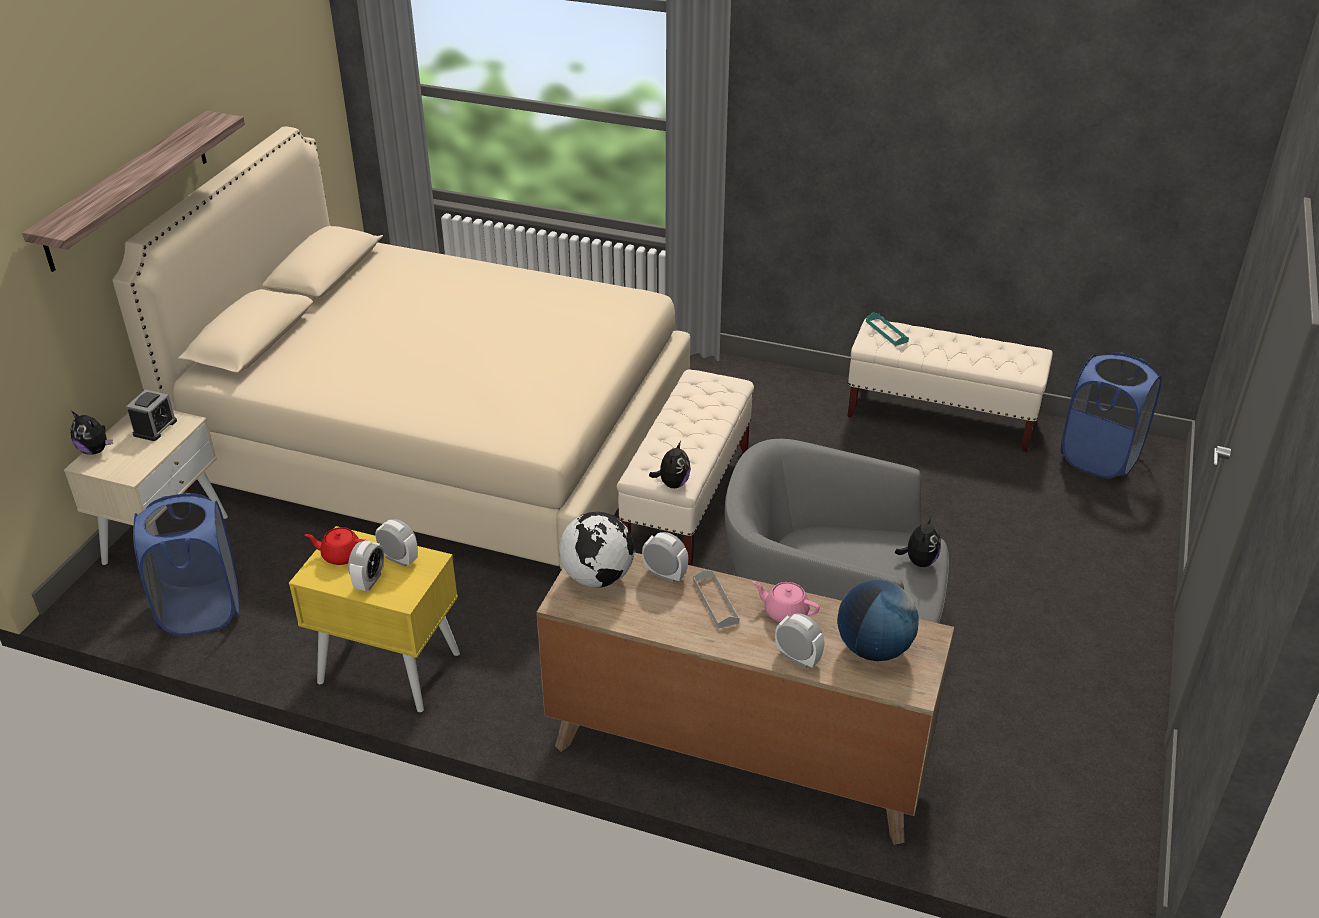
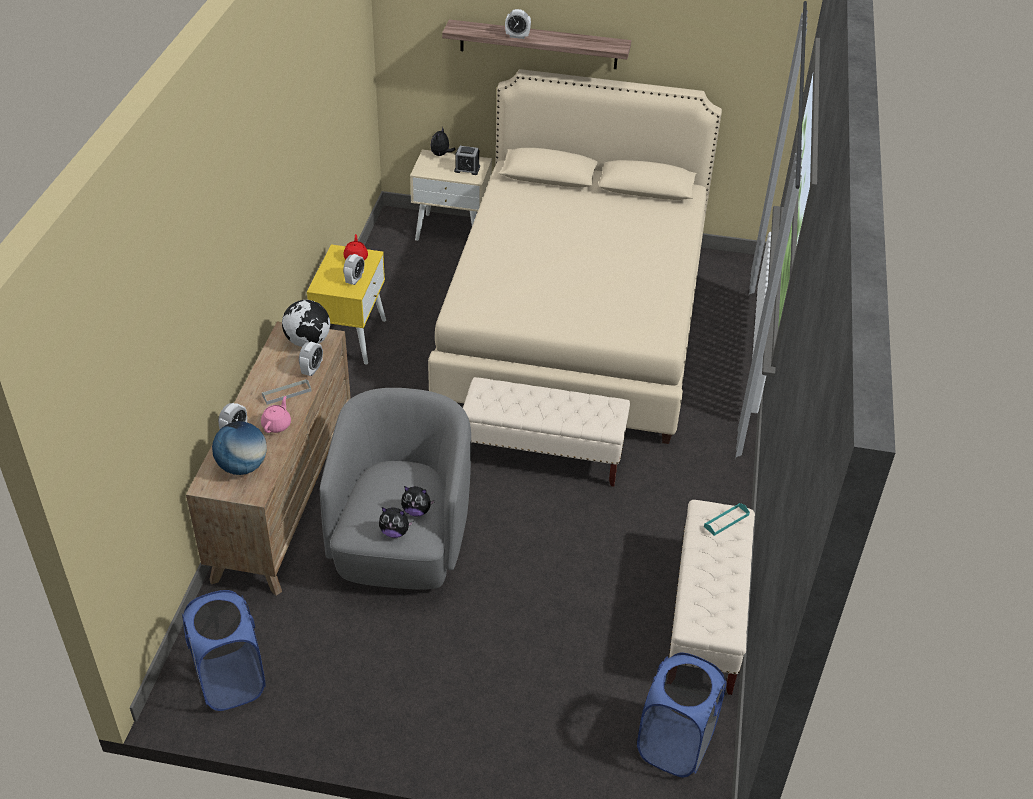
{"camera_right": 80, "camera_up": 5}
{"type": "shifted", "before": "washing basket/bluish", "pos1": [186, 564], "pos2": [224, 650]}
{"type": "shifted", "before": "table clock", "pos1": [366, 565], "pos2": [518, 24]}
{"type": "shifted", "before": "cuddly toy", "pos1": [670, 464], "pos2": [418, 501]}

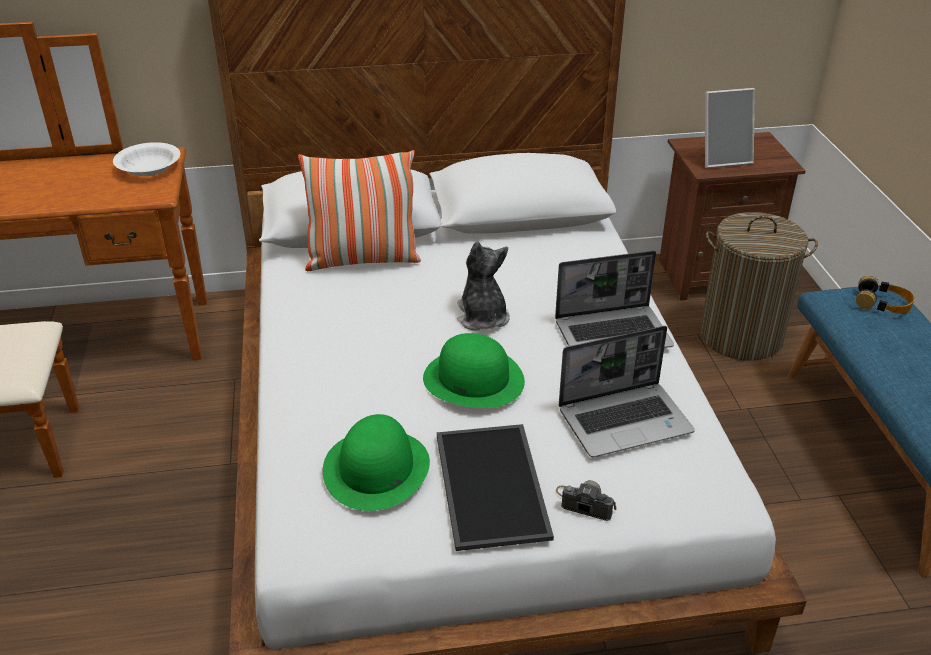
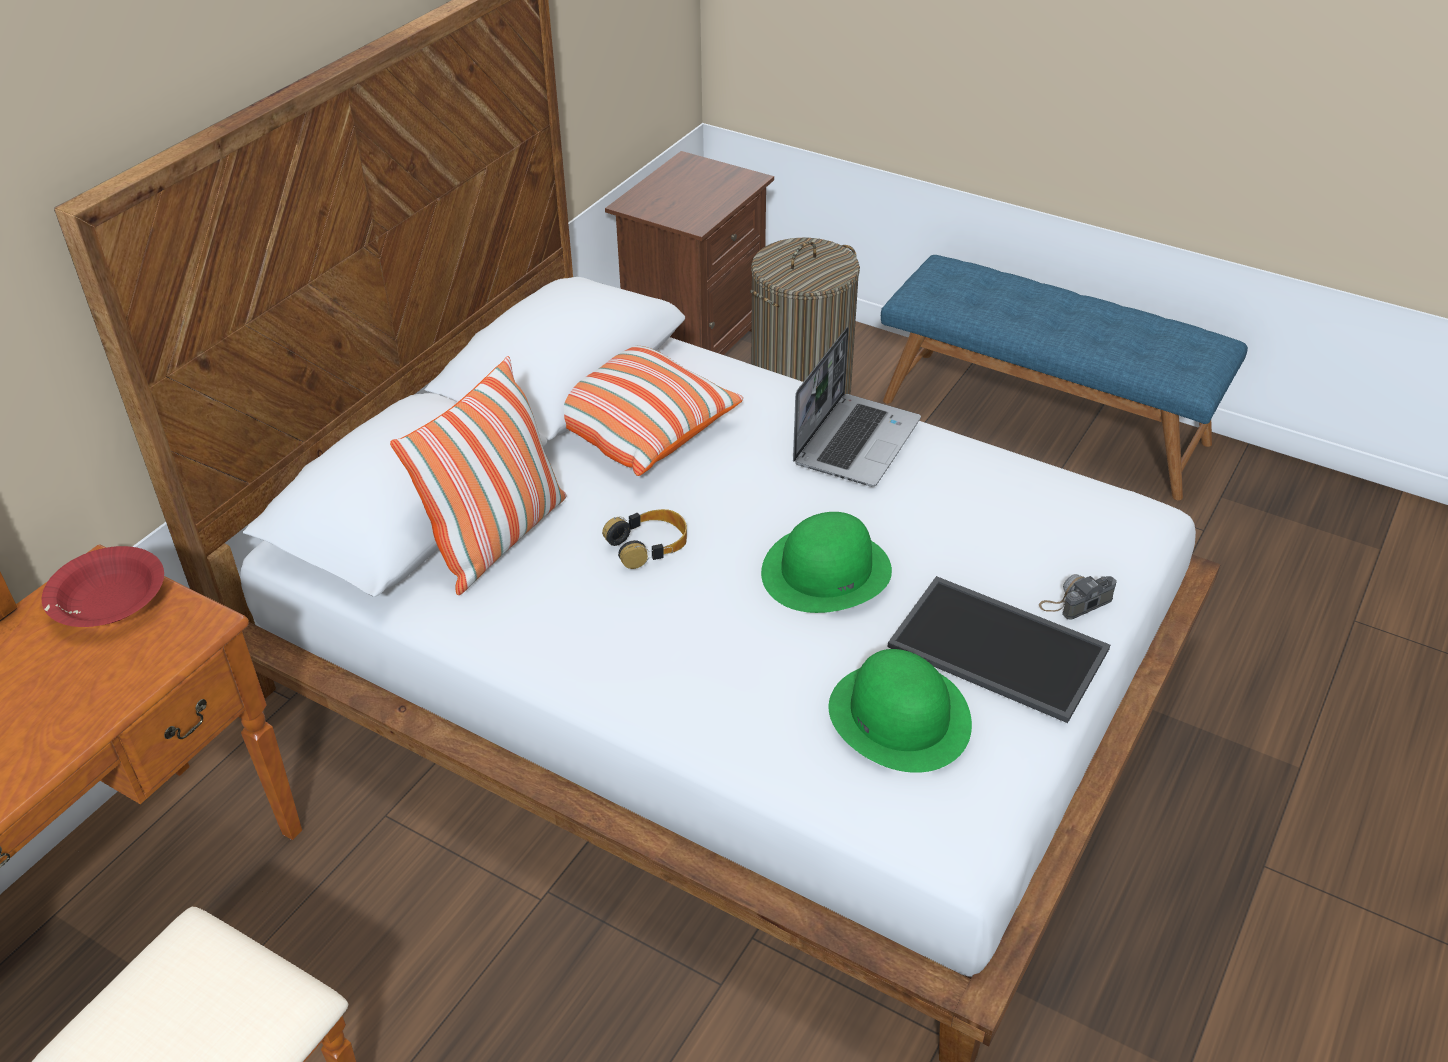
{"camera_right": -50, "camera_up": 5}
{"type": "repainted", "before": "bowl/white", "after": "bowl/red-coloured", "pos1": [146, 159], "pos2": [103, 586]}
{"type": "gone", "before": "cuddly toy", "pos1": [483, 286]}
{"type": "gone", "before": "laptop", "pos1": [627, 391]}
{"type": "gone", "before": "picture frame", "pos1": [729, 128]}
{"type": "shifted", "before": "pair of headphones", "pos1": [885, 295], "pos2": [644, 539]}
{"type": "new", "after": "cushion", "pos2": [653, 411]}

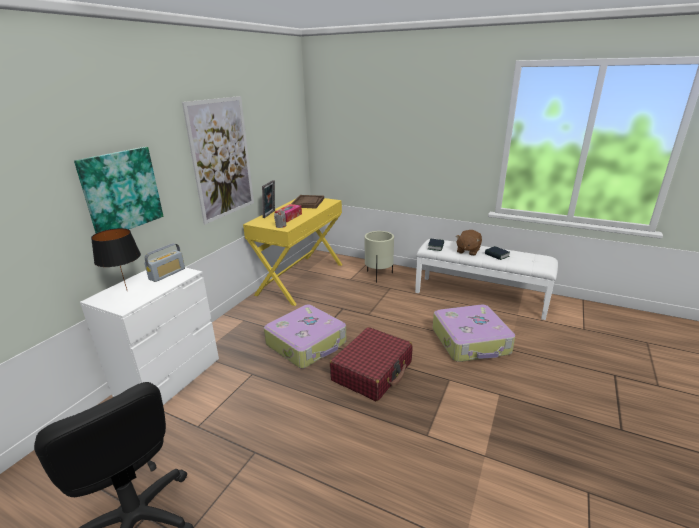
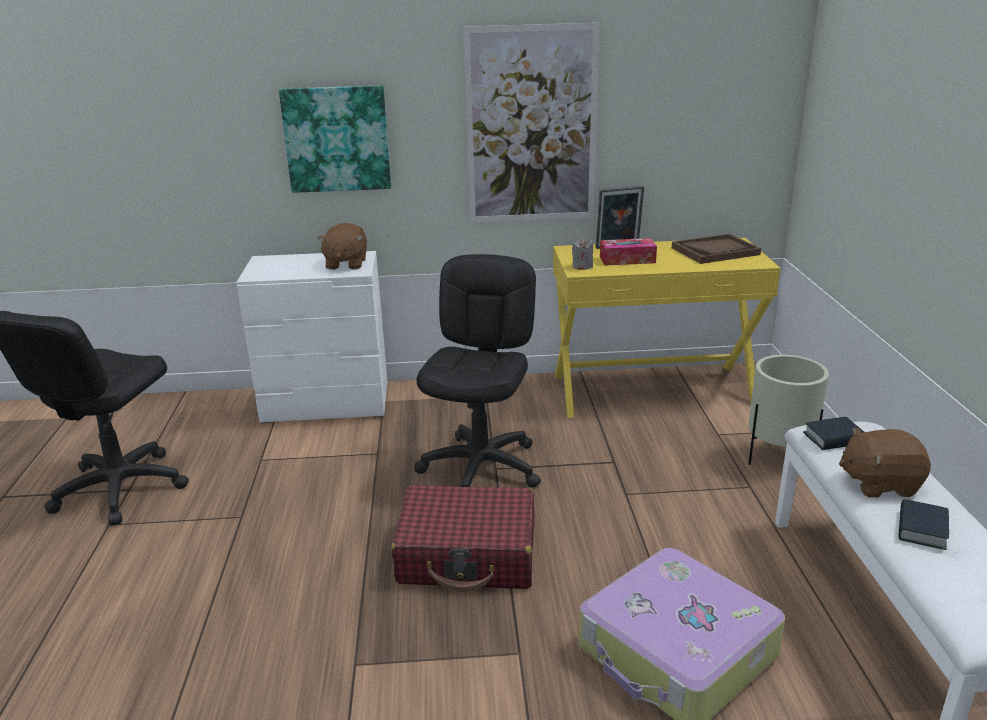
{"camera_right": 60, "camera_up": 0}
{"type": "gone", "before": "table lamp/black-coloured", "pos1": [116, 259]}
{"type": "swapped", "before": "radio receiver", "after": "cuddly toy/brown", "pos1": [164, 262], "pos2": [342, 246]}
{"type": "swapped", "before": "travel case", "after": "computer chair/black-coloured", "pos1": [305, 336], "pos2": [477, 371]}

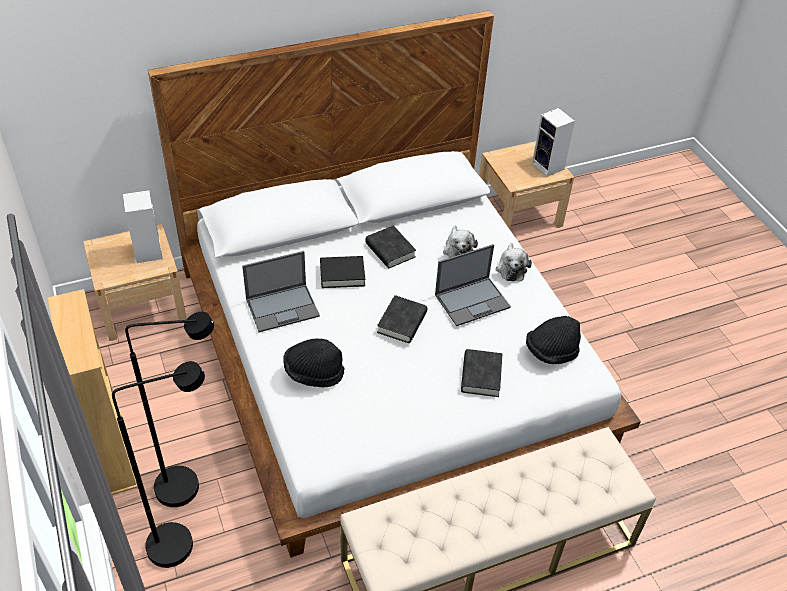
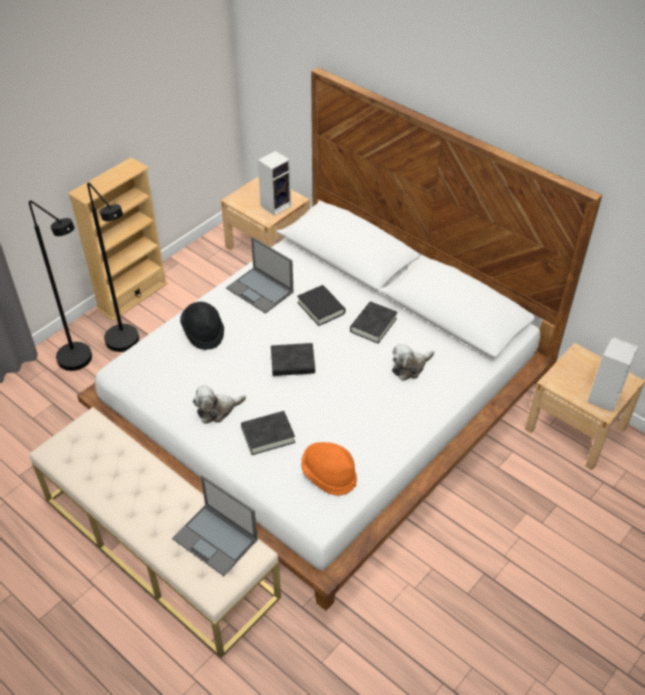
{"camera_right": 65, "camera_up": 0}
{"type": "shifted", "before": "laptop", "pos1": [473, 285], "pos2": [215, 525]}
{"type": "shifted", "before": "cuddly toy", "pos1": [514, 262], "pos2": [219, 404]}
{"type": "repainted", "before": "wearable hat/black-coloured", "after": "wearable hat/orange-coloured", "pos1": [553, 340], "pos2": [329, 469]}

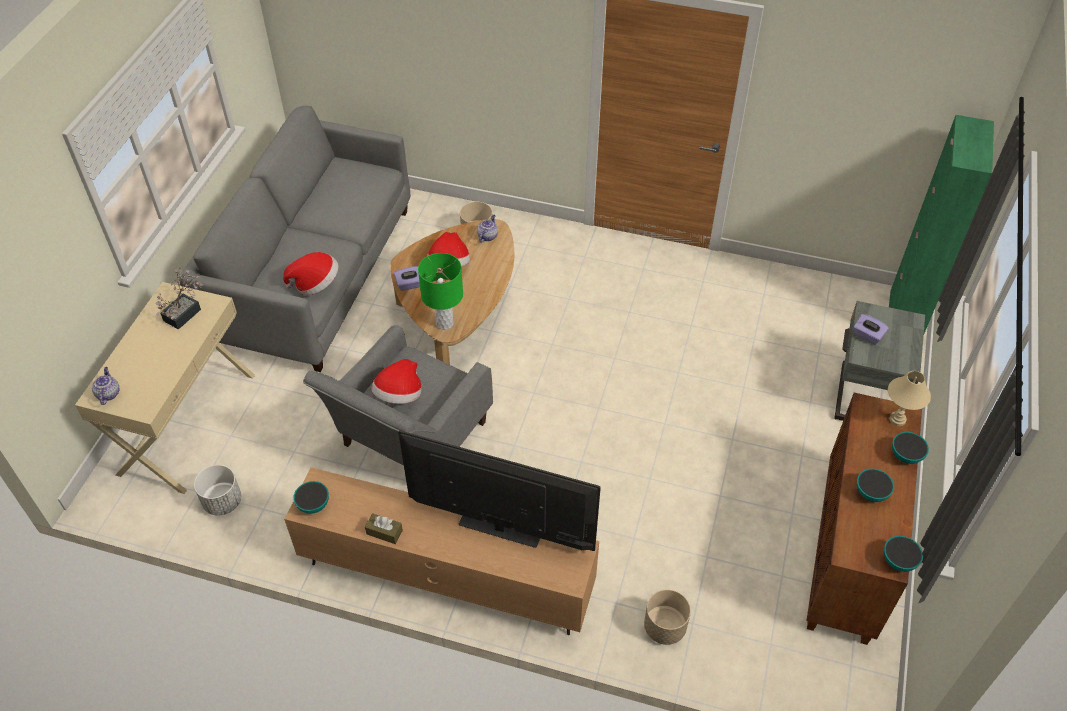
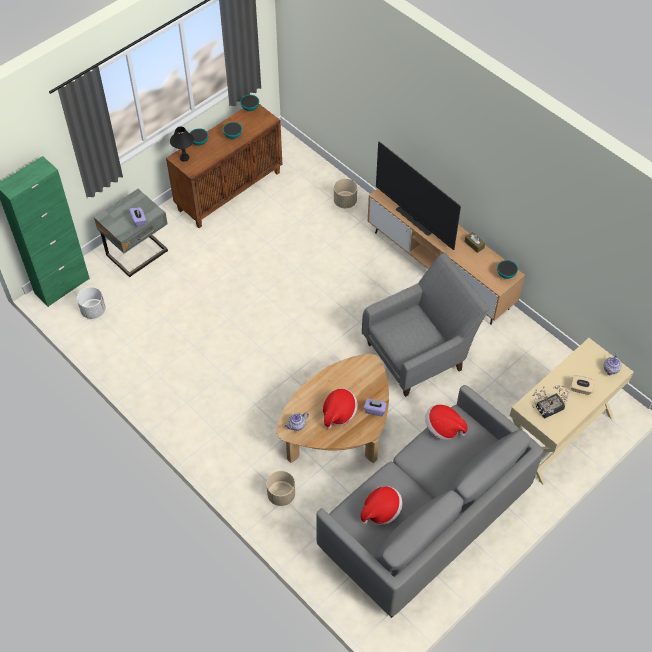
{"camera_right": -150, "camera_up": 5}
{"type": "shifted", "before": "flower pot/white", "pos1": [217, 490], "pos2": [91, 303]}
{"type": "shifted", "before": "wearable hat", "pos1": [397, 381], "pos2": [381, 505]}
{"type": "gone", "before": "table lamp/green-coloured", "pos1": [440, 291]}
{"type": "repainted", "before": "table lamp/beige-coloured", "after": "table lamp/black-coloured", "pos1": [909, 398], "pos2": [182, 144]}
{"type": "new", "after": "box of tissues/beige-coloured", "pos2": [583, 385]}

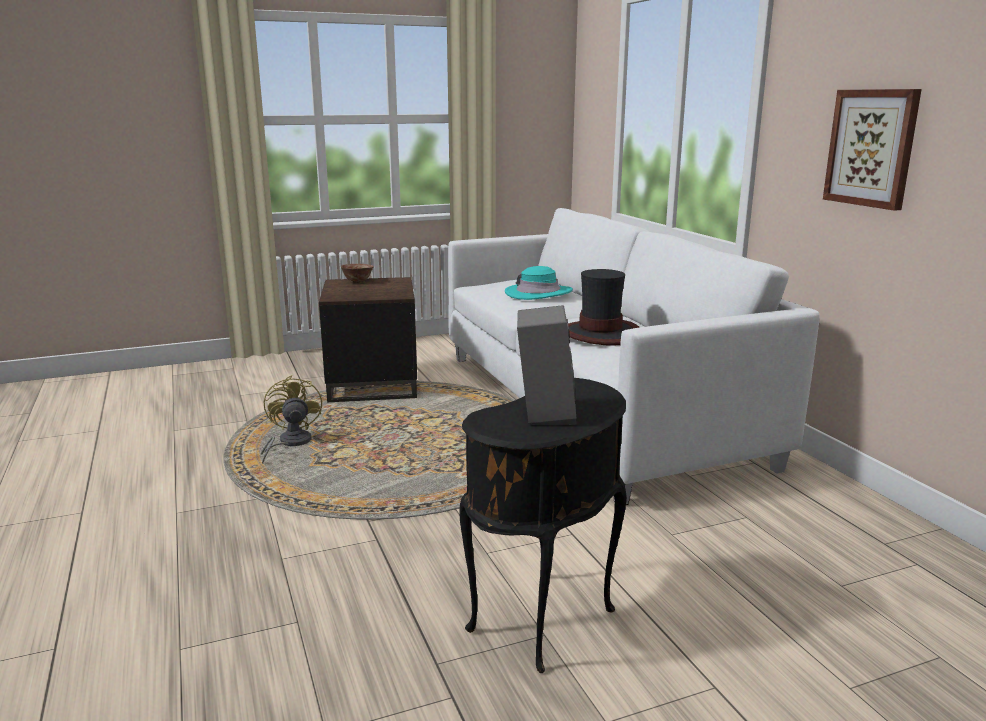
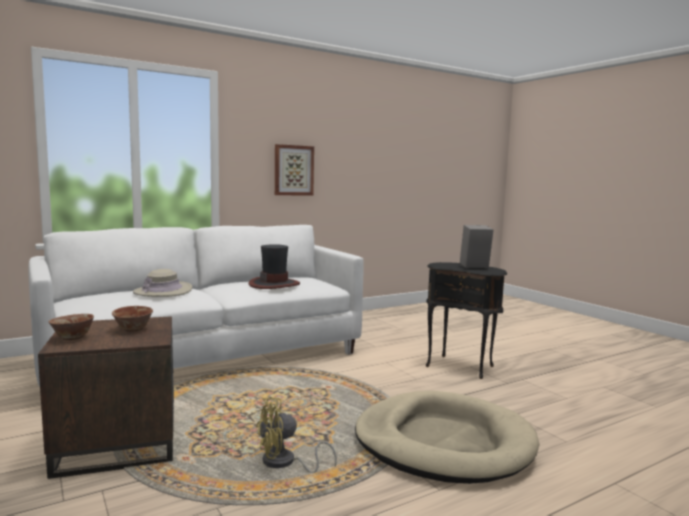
{"camera_right": -100, "camera_up": -10}
{"type": "repainted", "before": "wearable hat/turquoise-coloured", "after": "wearable hat/beige-coloured", "pos1": [539, 283], "pos2": [162, 283]}
{"type": "new", "after": "bowl", "pos2": [132, 319]}
{"type": "new", "after": "dog cushion/beige-coloured", "pos2": [447, 437]}

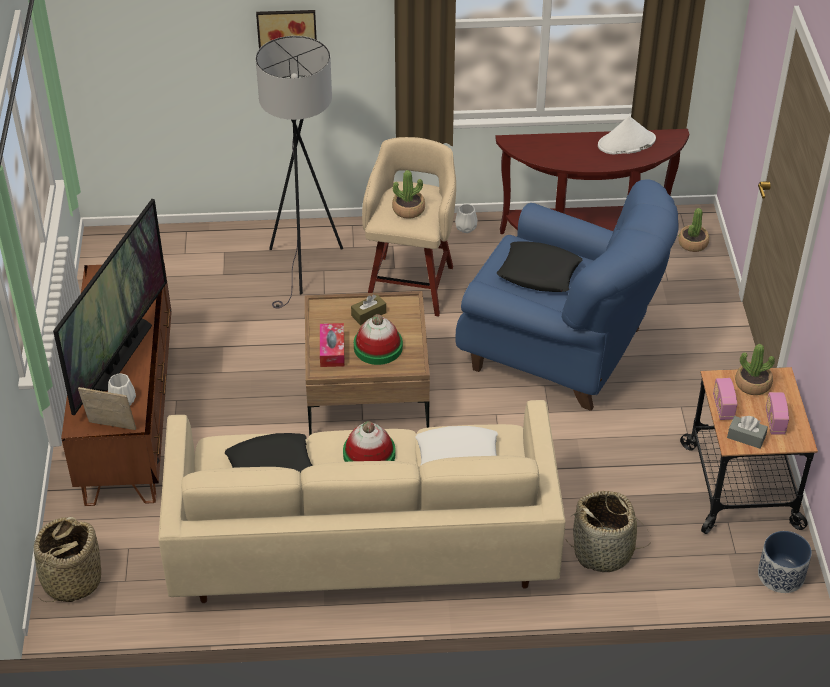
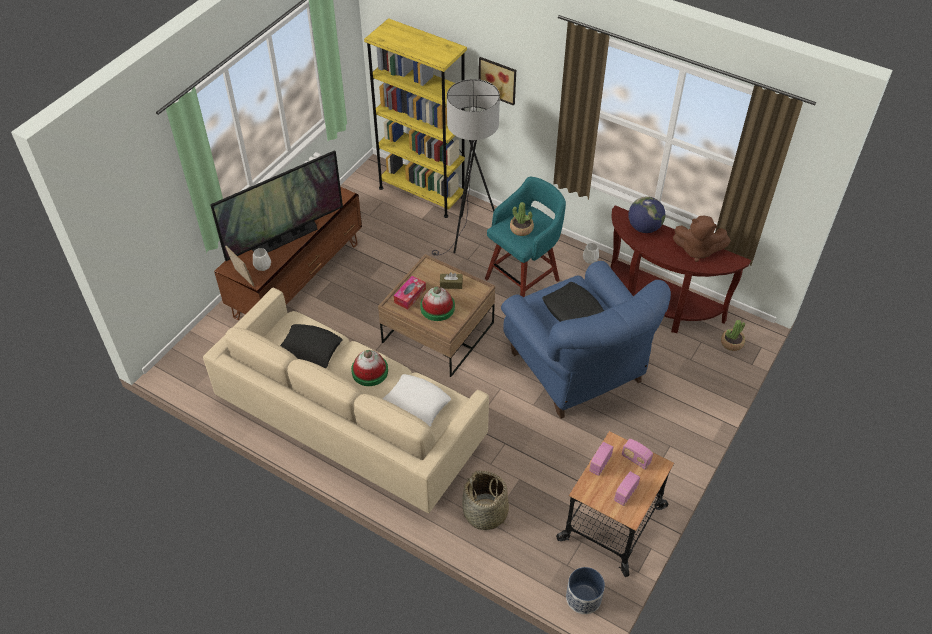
{"camera_right": 35, "camera_up": 5}
{"type": "gone", "before": "basket", "pos1": [67, 559]}
{"type": "repainted", "before": "stool seat/beige-coloured", "after": "stool seat/turquoise-coloured", "pos1": [409, 226], "pos2": [525, 237]}
{"type": "swapped", "before": "wearable hat/white", "after": "cuddly toy/brown", "pos1": [627, 135], "pos2": [702, 239]}
{"type": "gone", "before": "box of tissues/greyish", "pos1": [747, 432]}
{"type": "swapped", "before": "potted plant", "after": "radio receiver", "pos1": [755, 369], "pos2": [637, 454]}
{"type": "new", "after": "bookcase/yellow", "pos2": [415, 118]}
{"type": "new", "after": "desk globe", "pos2": [646, 214]}

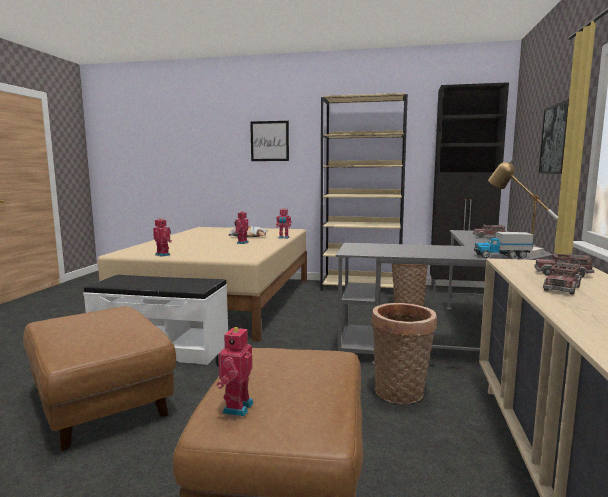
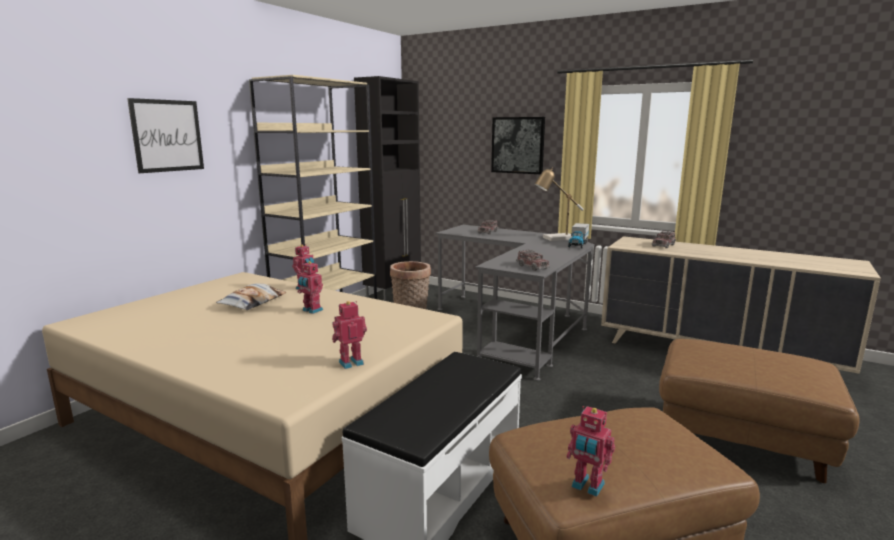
{"camera_right": -70, "camera_up": 5}
{"type": "shifted", "before": "toy robot", "pos1": [234, 370], "pos2": [590, 451]}
{"type": "gone", "before": "basket", "pos1": [404, 353]}
{"type": "shifted", "before": "model truck", "pos1": [562, 278], "pos2": [533, 260]}

